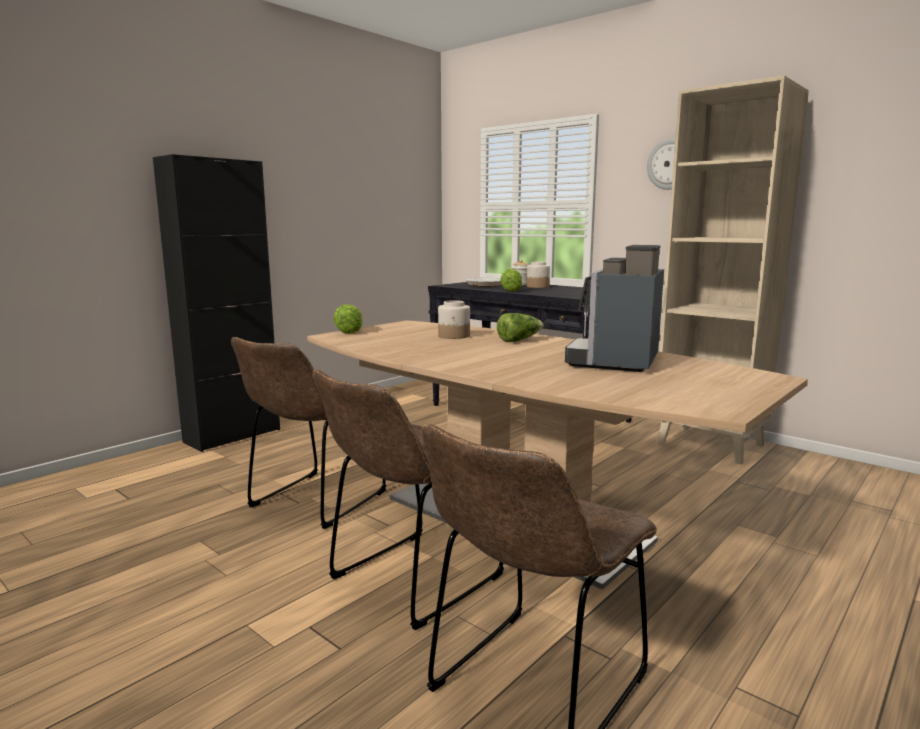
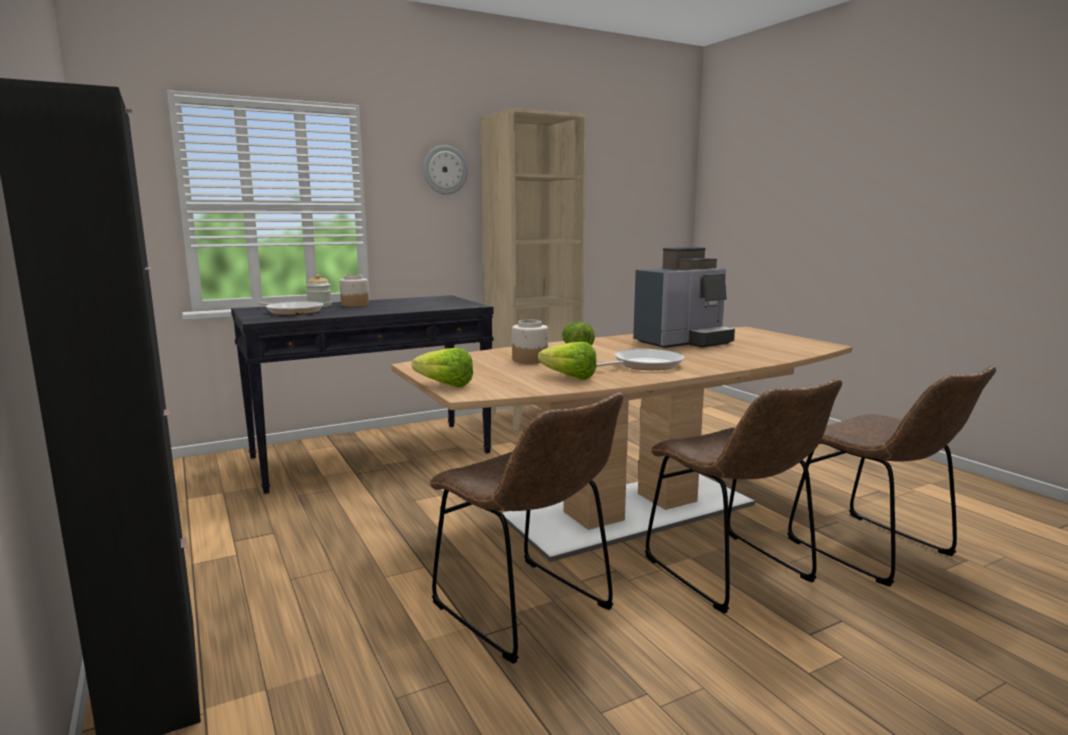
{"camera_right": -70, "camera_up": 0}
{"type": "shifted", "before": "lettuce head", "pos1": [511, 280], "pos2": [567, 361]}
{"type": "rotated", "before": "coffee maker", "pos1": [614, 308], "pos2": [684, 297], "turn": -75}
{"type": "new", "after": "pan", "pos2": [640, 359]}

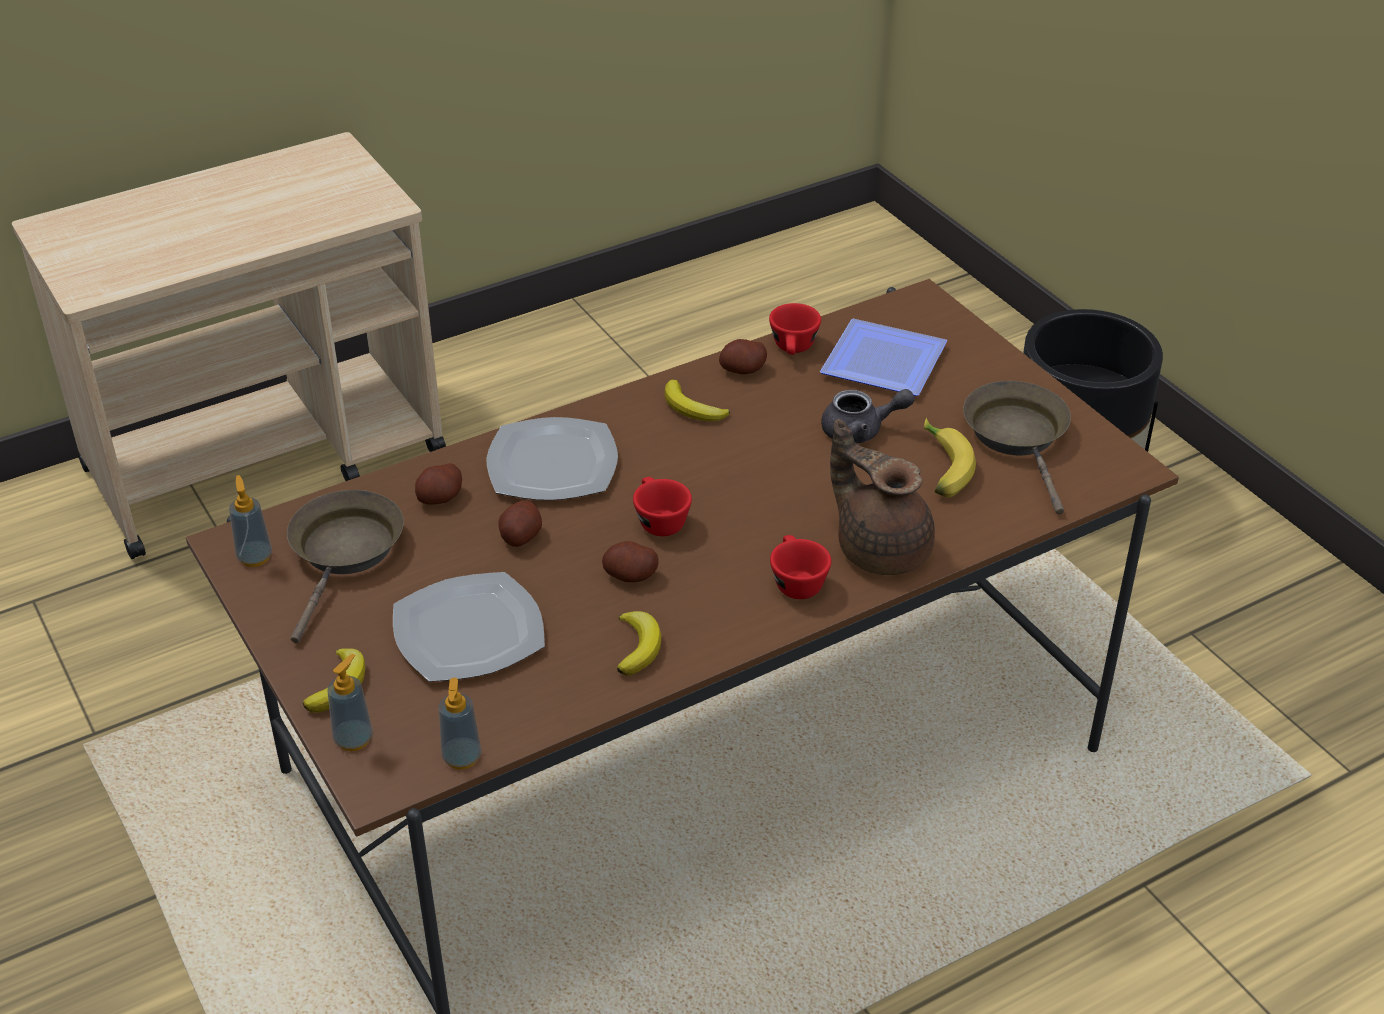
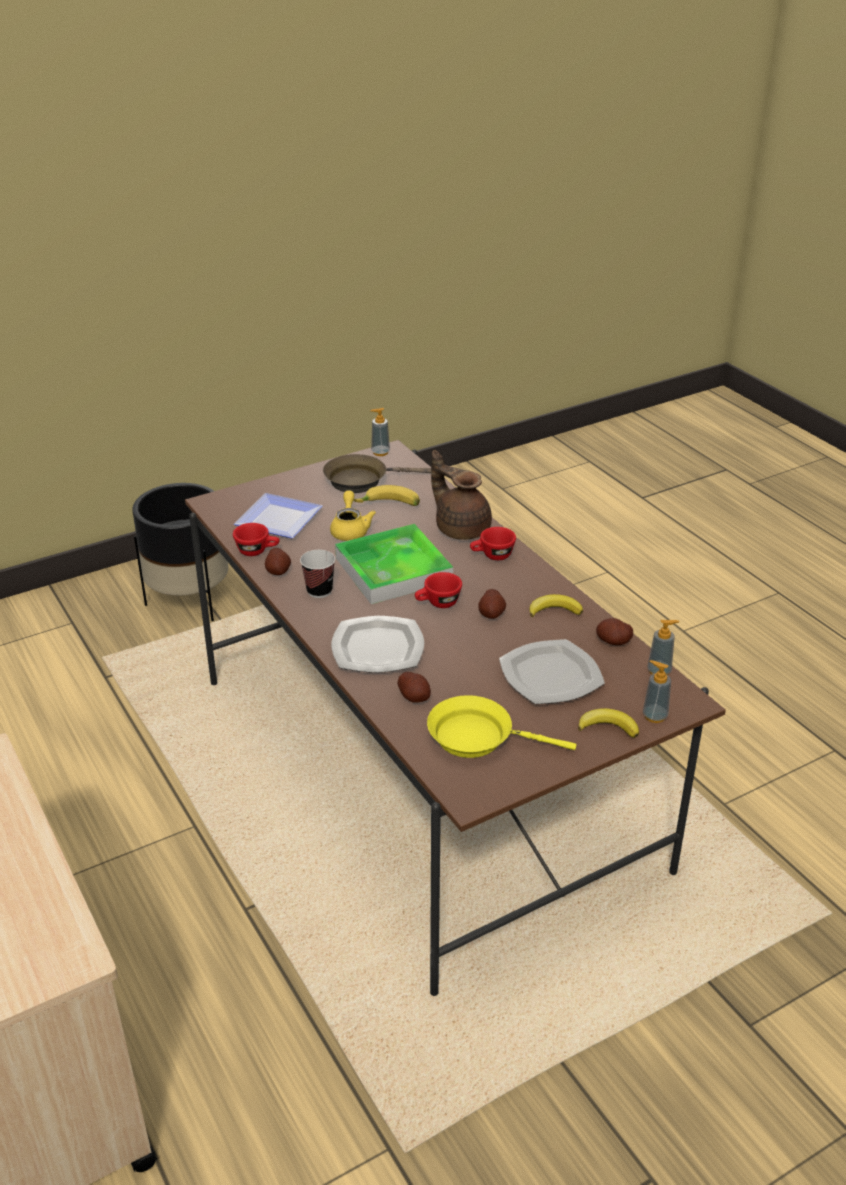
{"camera_right": -90, "camera_up": -5}
{"type": "shifted", "before": "soap bottle", "pos1": [250, 521], "pos2": [380, 432]}
{"type": "repainted", "before": "pan/brown", "after": "pan/yellow", "pos1": [345, 566], "pos2": [501, 726]}
{"type": "shifted", "before": "spud", "pos1": [520, 524], "pos2": [614, 631]}
{"type": "swapped", "before": "whole banana", "after": "cup", "pos1": [697, 400], "pos2": [317, 574]}
{"type": "repainted", "before": "teapot/greyish", "after": "teapot/yellow", "pos1": [868, 416], "pos2": [353, 515]}
{"type": "rotated", "before": "teapot/brown", "pos1": [882, 497], "pos2": [461, 495], "turn": 90}
{"type": "new", "after": "tray", "pos2": [394, 564]}

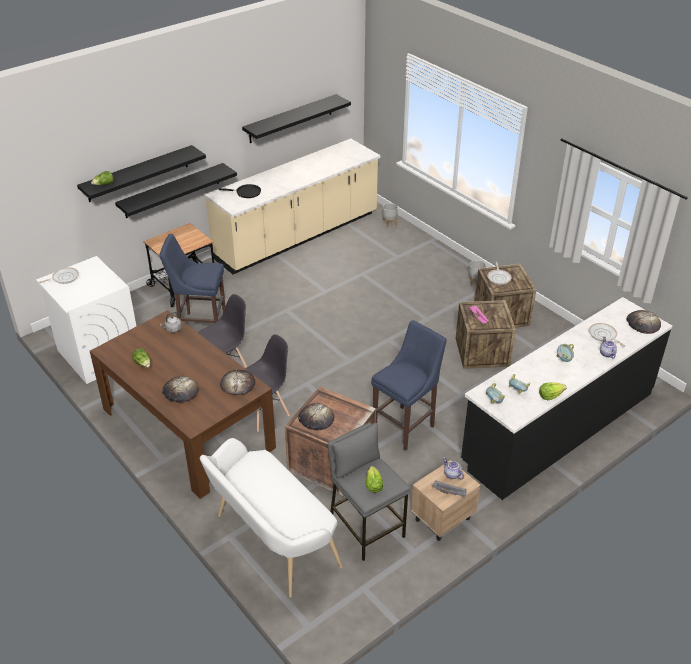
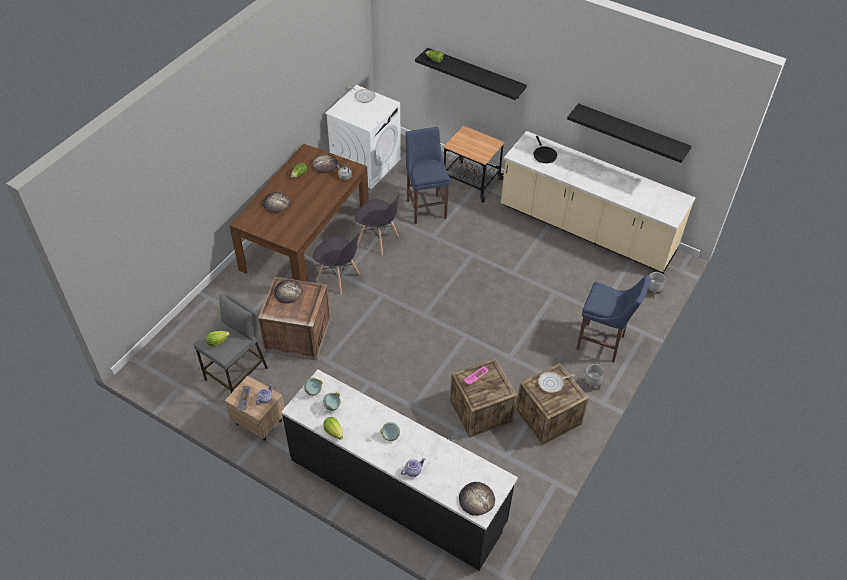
{"camera_right": 70, "camera_up": 10}
{"type": "gone", "before": "wall shelf/black-coloured", "pos1": [176, 190]}
{"type": "gone", "before": "long seat/white", "pos1": [271, 518]}
{"type": "shifted", "before": "bread", "pos1": [237, 382], "pos2": [326, 163]}
{"type": "shifted", "before": "stool seat/bluish", "pos1": [409, 385], "pos2": [613, 318]}
{"type": "gone", "before": "pan", "pos1": [607, 335]}

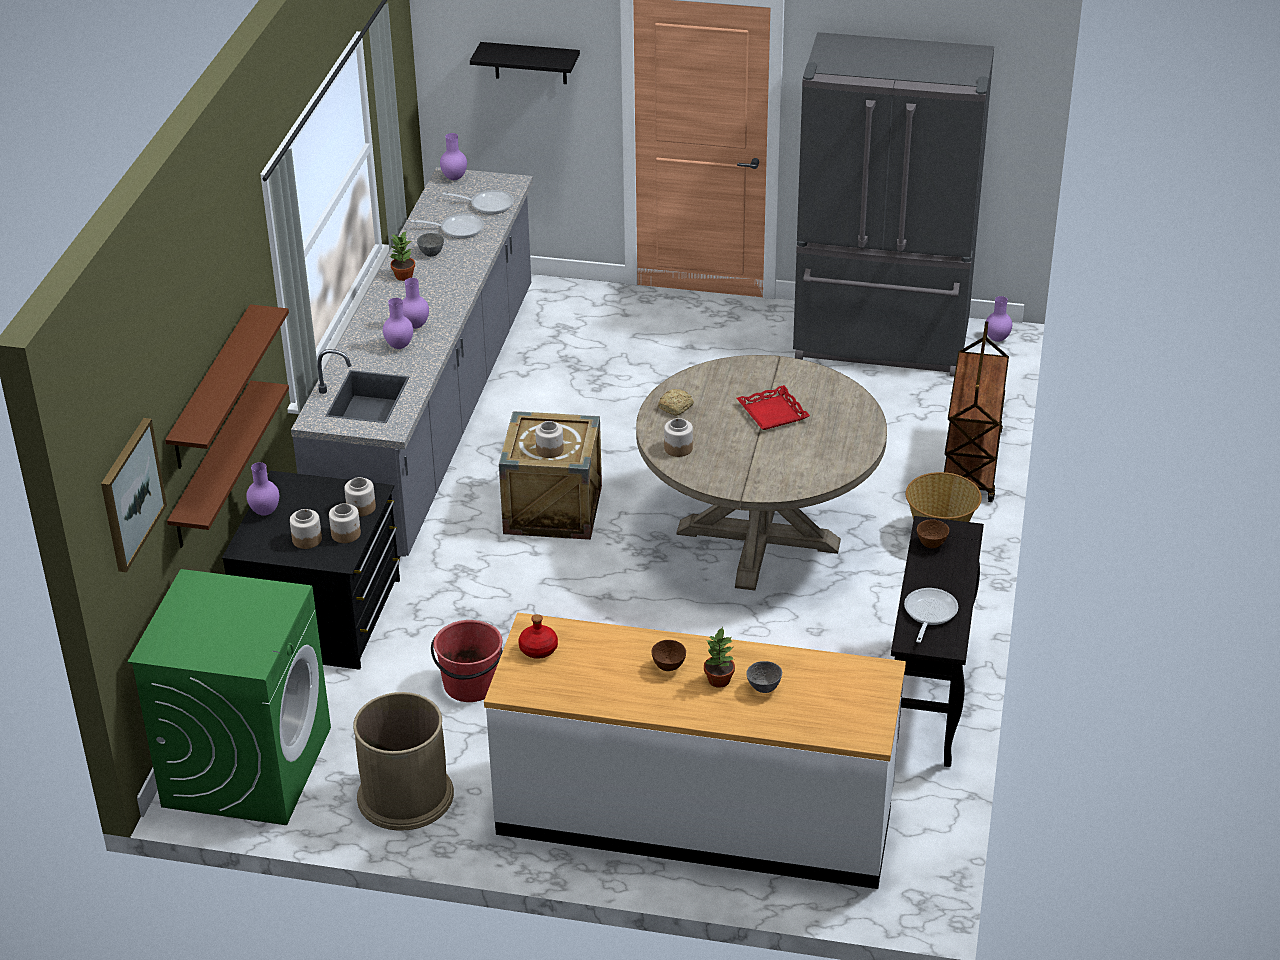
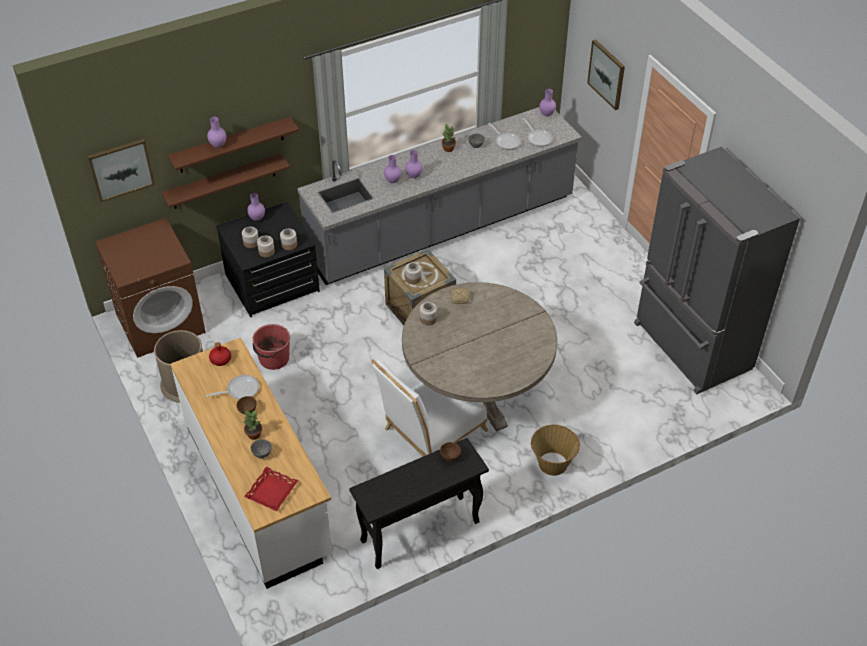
{"camera_right": 50, "camera_up": 10}
{"type": "repainted", "before": "washing machine/green-coloured", "after": "washing machine/brown", "pos1": [229, 697], "pos2": [150, 288]}
{"type": "swapped", "before": "wall shelf/black-coloured", "after": "picture", "pos1": [525, 63], "pos2": [606, 74]}
{"type": "shifted", "before": "tray/red-coloured", "pos1": [773, 407], "pos2": [271, 489]}
{"type": "shifted", "before": "pan", "pos1": [931, 615], "pos2": [232, 387]}
{"type": "gone", "before": "trolley/brown", "pos1": [976, 411]}
{"type": "shifted", "before": "decorative vase/purple", "pos1": [999, 319], "pos2": [216, 132]}
{"type": "new", "after": "plain chair/white", "pos2": [429, 408]}

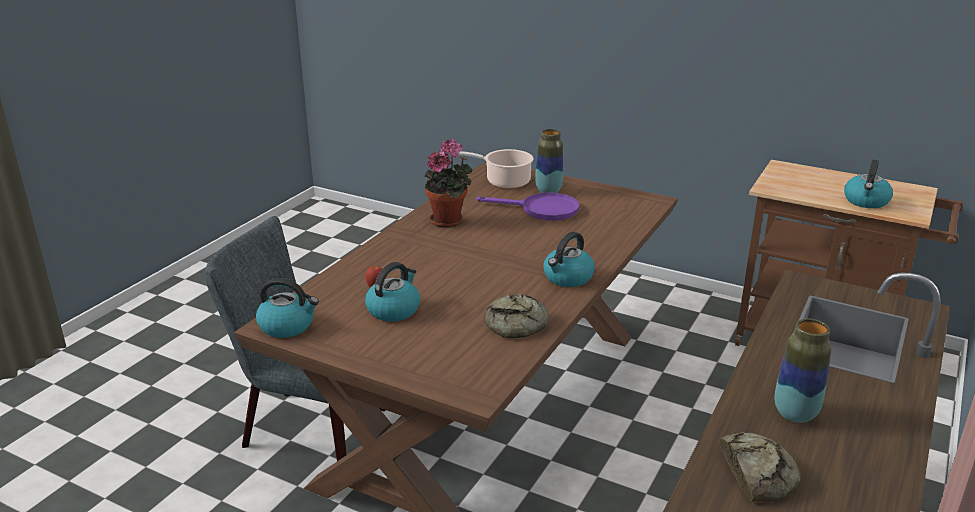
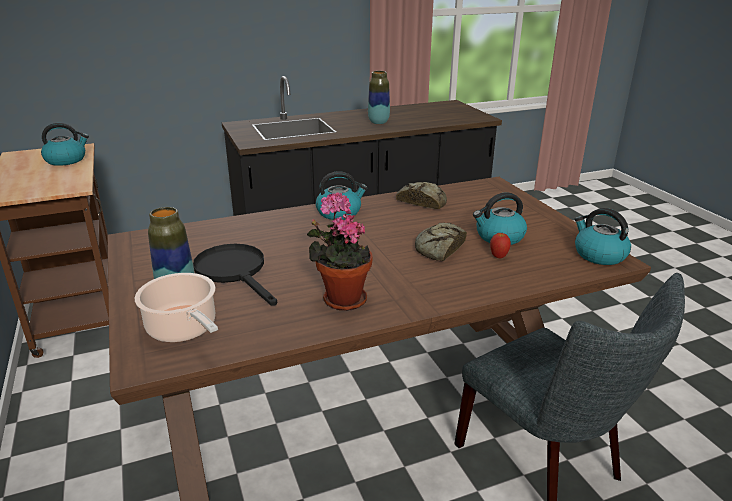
{"camera_right": -140, "camera_up": 0}
{"type": "repainted", "before": "pan/purple", "after": "pan/black-coloured", "pos1": [527, 206], "pos2": [235, 275]}
{"type": "shifted", "before": "bread", "pos1": [760, 467], "pos2": [441, 241]}

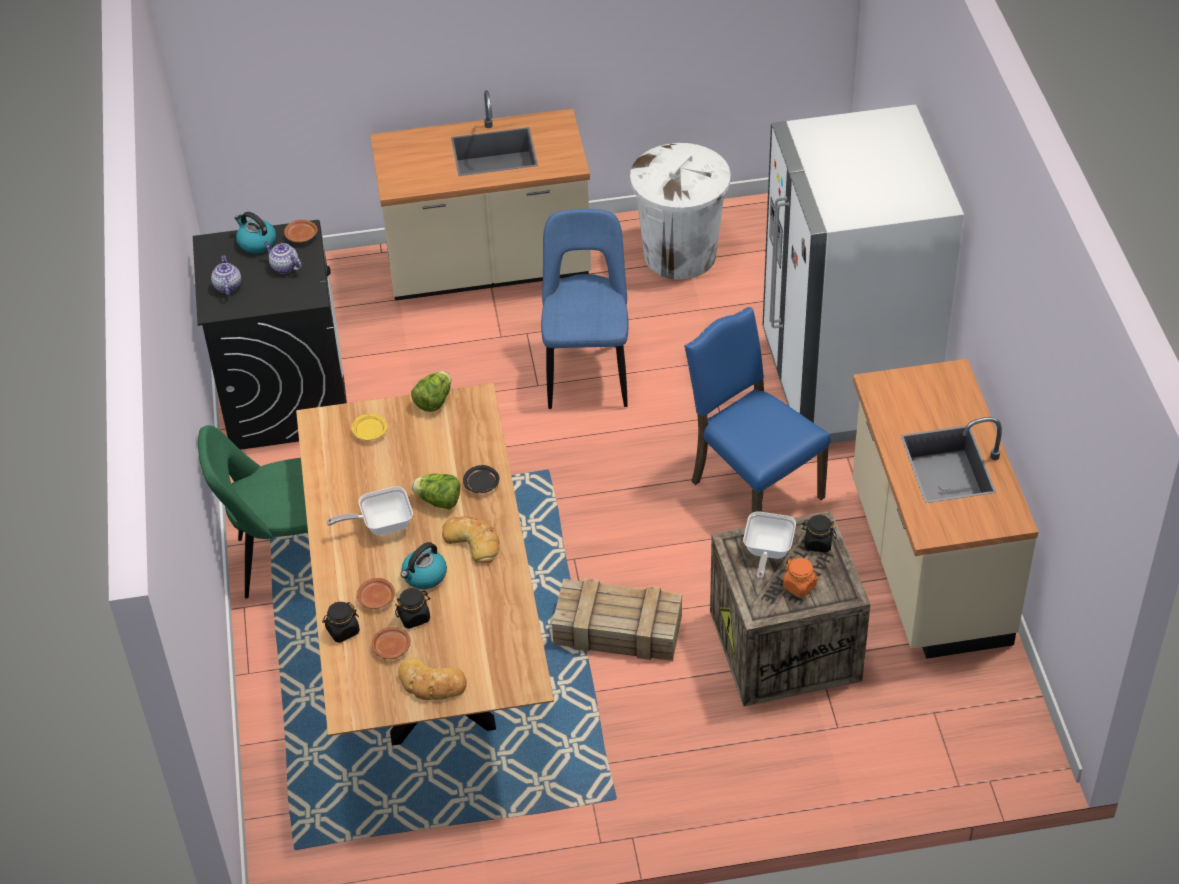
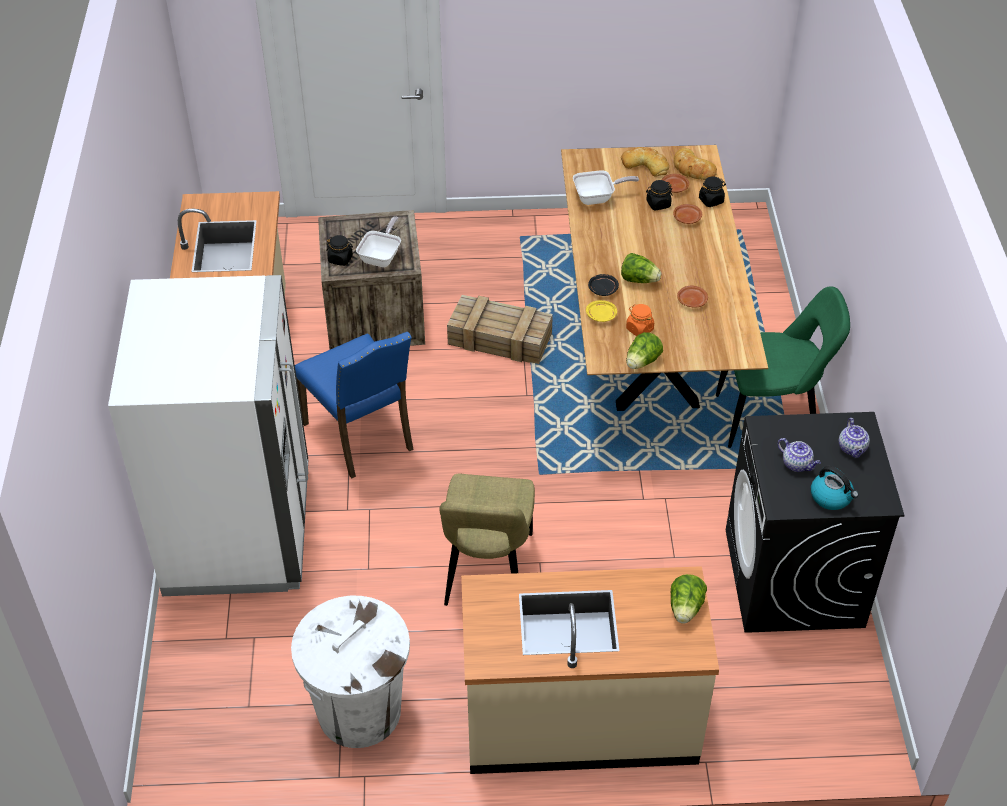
{"camera_right": -175, "camera_up": 0}
{"type": "shifted", "before": "plate/brown", "pos1": [300, 231], "pos2": [692, 296]}
{"type": "shifted", "before": "pan", "pos1": [370, 510], "pos2": [606, 187]}
{"type": "shifted", "before": "plate/yellow", "pos1": [370, 427], "pos2": [601, 311]}
{"type": "gone", "before": "kettle", "pos1": [424, 565]}
{"type": "shifted", "before": "bread", "pos1": [471, 539], "pos2": [695, 164]}
{"type": "repainted", "before": "plain chair/bluish", "after": "plain chair/beige-coloured", "pos1": [584, 309], "pos2": [487, 540]}
{"type": "shifted", "before": "jar/orange-coloured", "pos1": [800, 578], "pos2": [640, 320]}
{"type": "new", "after": "lettuce head", "pos2": [689, 599]}

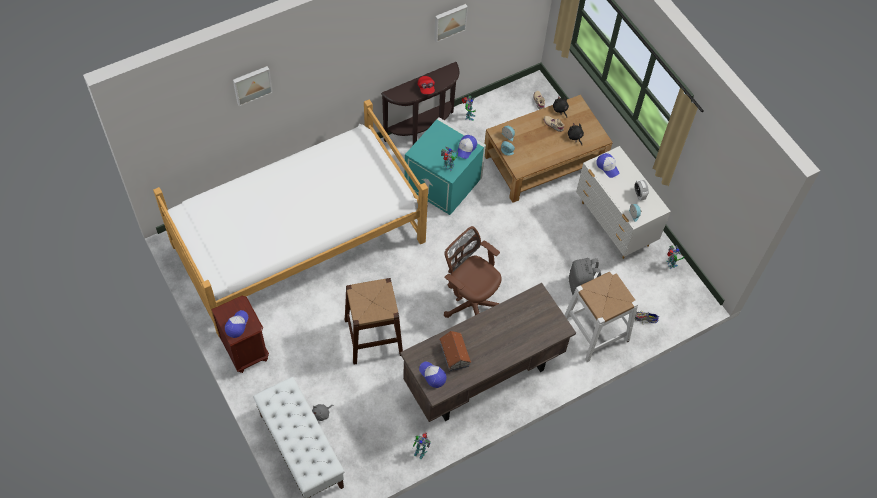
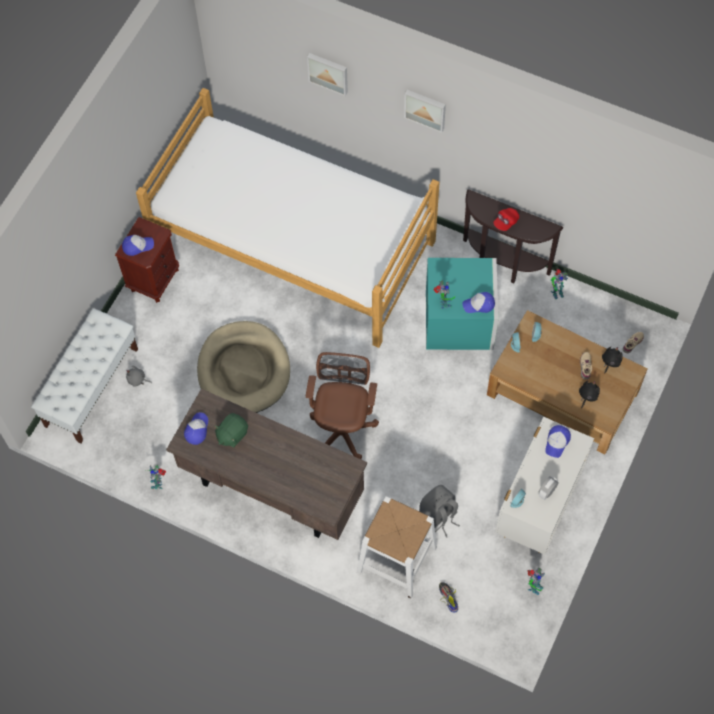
{"camera_right": 60, "camera_up": 5}
{"type": "swapped", "before": "stool seat/brown", "after": "dog cushion/beige-coloured", "pos1": [374, 321], "pos2": [243, 367]}
{"type": "shifted", "before": "picture", "pos1": [451, 23], "pos2": [425, 111]}
{"type": "swapped", "before": "model house", "after": "cuddly toy/green-coloured", "pos1": [455, 351], "pos2": [231, 430]}

